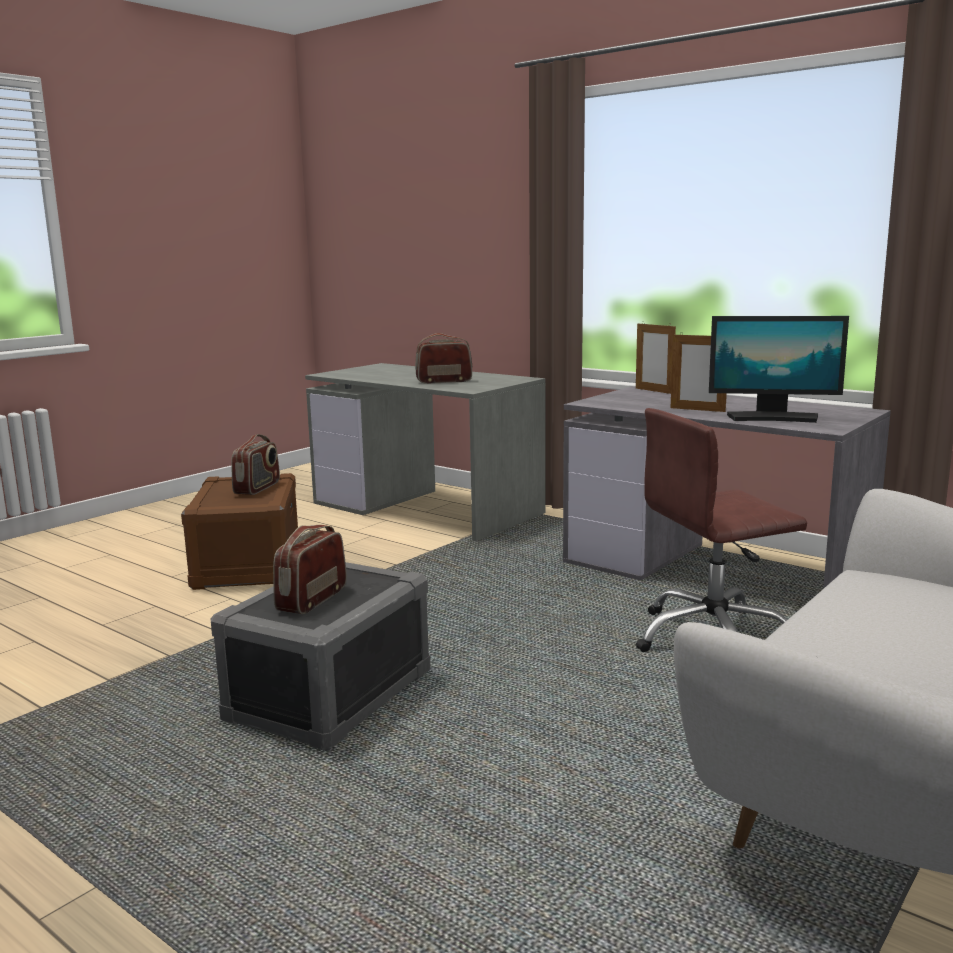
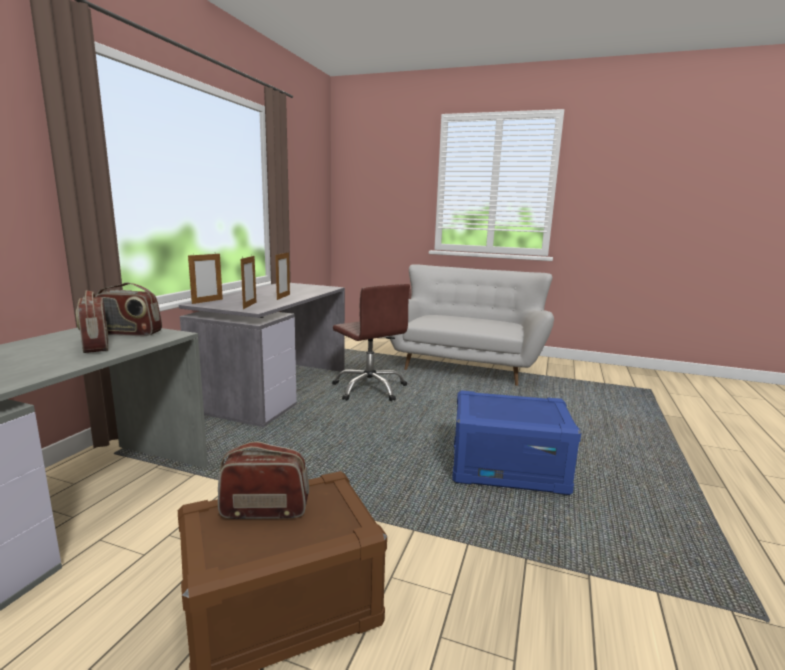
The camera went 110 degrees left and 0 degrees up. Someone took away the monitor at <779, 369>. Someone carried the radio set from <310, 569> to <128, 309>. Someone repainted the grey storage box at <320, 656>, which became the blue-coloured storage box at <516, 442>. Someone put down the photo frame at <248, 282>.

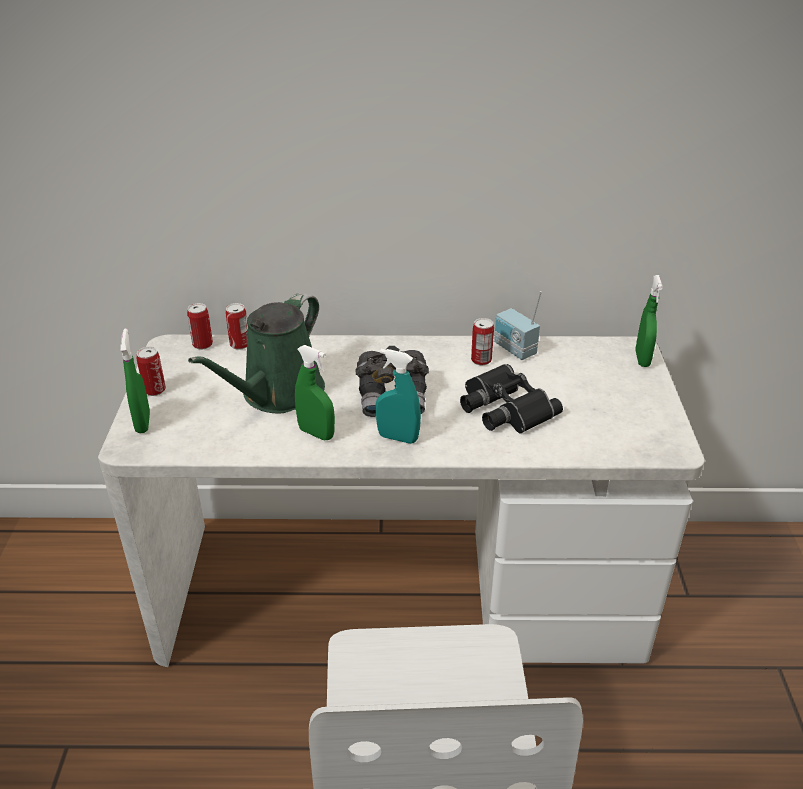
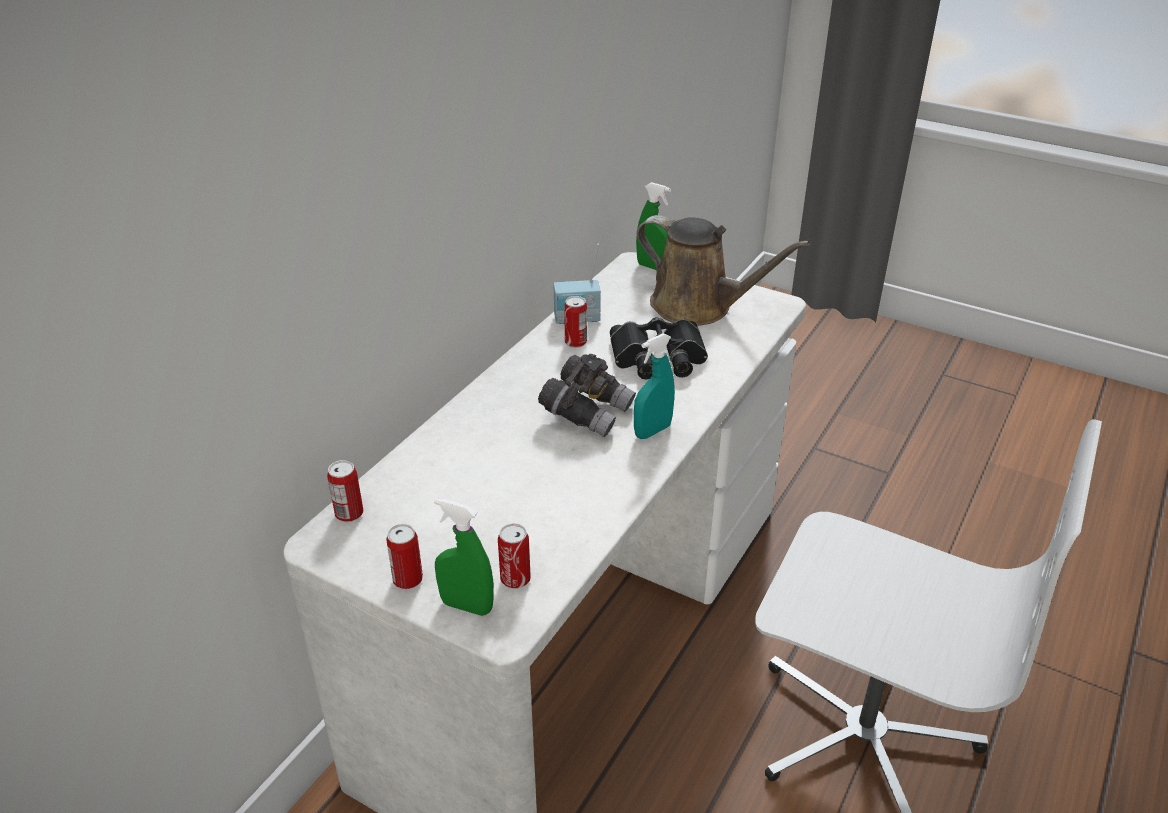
The camera went 60 degrees left and 0 degrees up. Someone took away the green watering pot at <256, 353>. Someone carried the sealed can from <237, 326> to <514, 556>. Someone took away the green sprayer at <315, 392>. Someone put down the brownish watering pot at <723, 270>.

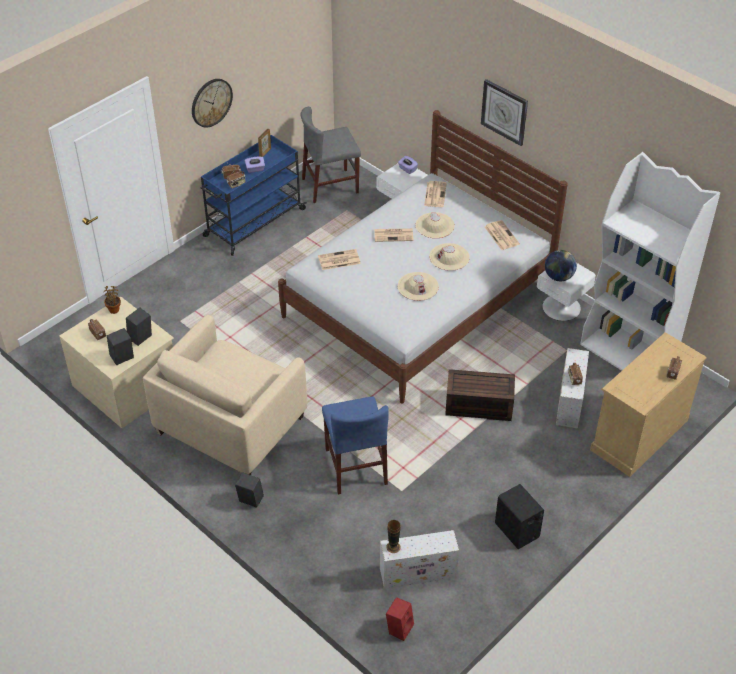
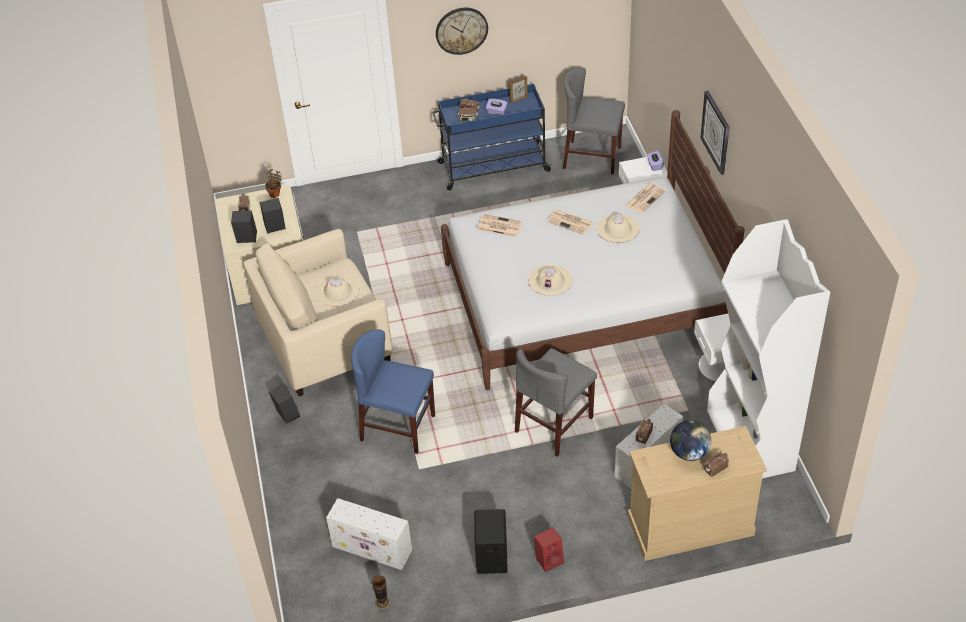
The camera went 35 degrees right and 0 degrees up. Someone took away the newspaper at <502, 235>. Someone carried the sand-coloured clothing hat from <449, 257> to <338, 290>. Someone carried the desk globe from <561, 265> to <690, 440>. Someone swapped the brownish storage box at <480, 395> for the grey chair at <556, 402>. Someone rotated the blue-coloured chair at <355, 445> by 90 degrees clockwise. Someone carried the vase from <393, 536> to <381, 592>. Someone carried the reddish audio speaker from <400, 619> to <549, 549>.

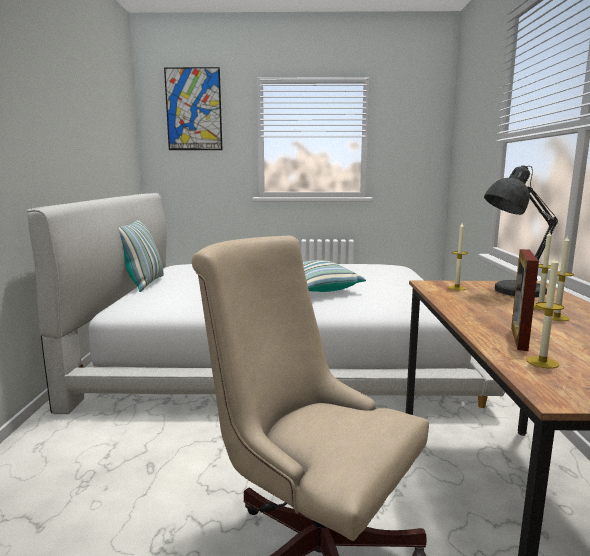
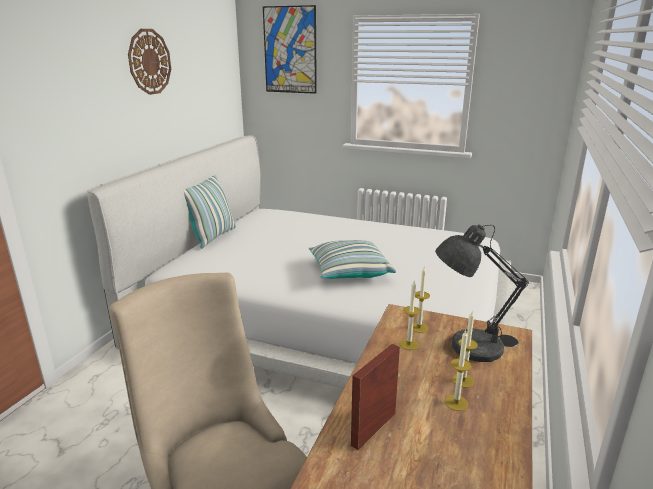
The camera went 20 degrees right and 10 degrees up. Someone carried the wax light from <545, 312> to <409, 315>. Someone put up the clock on the wall at <149, 62>.

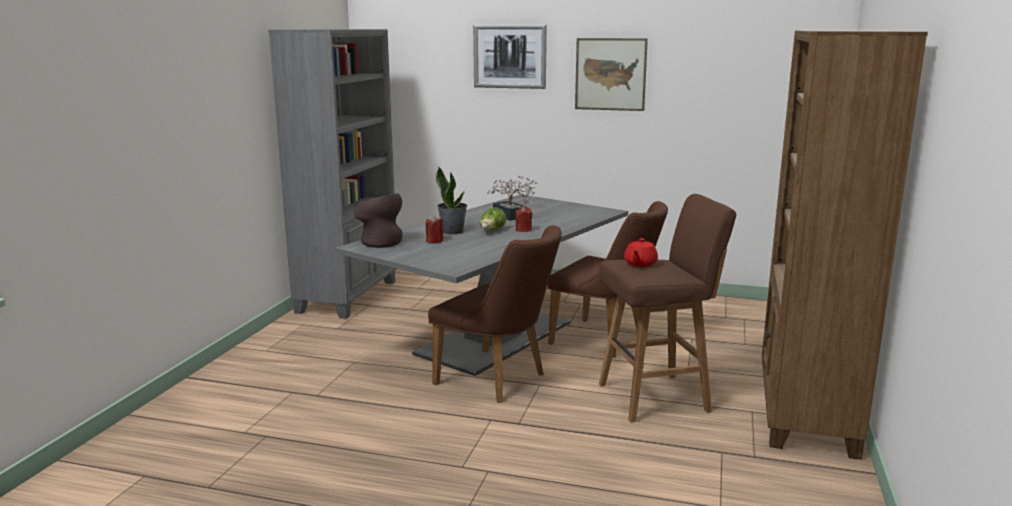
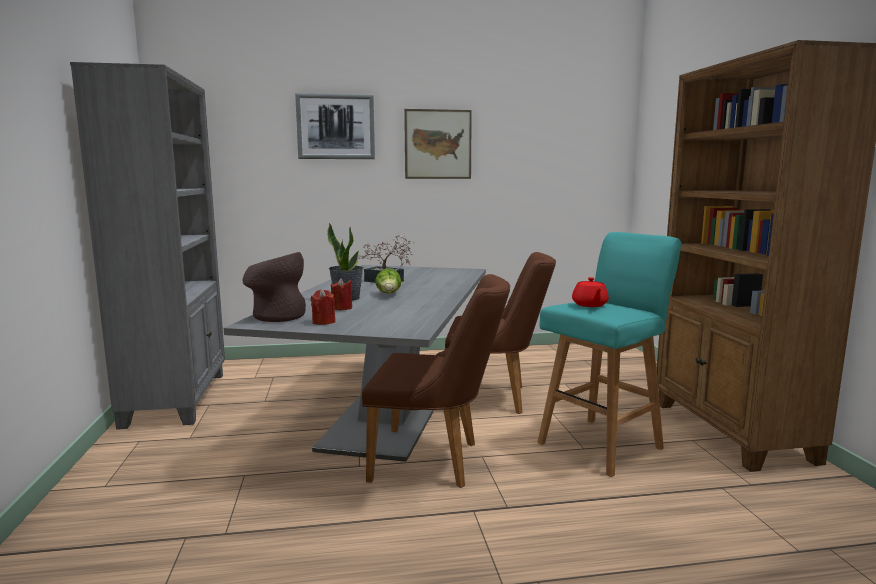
The camera went 25 degrees left and 5 degrees down. Someone repainted the brownish stool at <667, 308>, which became the blue-green stool at <609, 354>. Someone carried the reddish wax light from <523, 219> to <322, 307>.

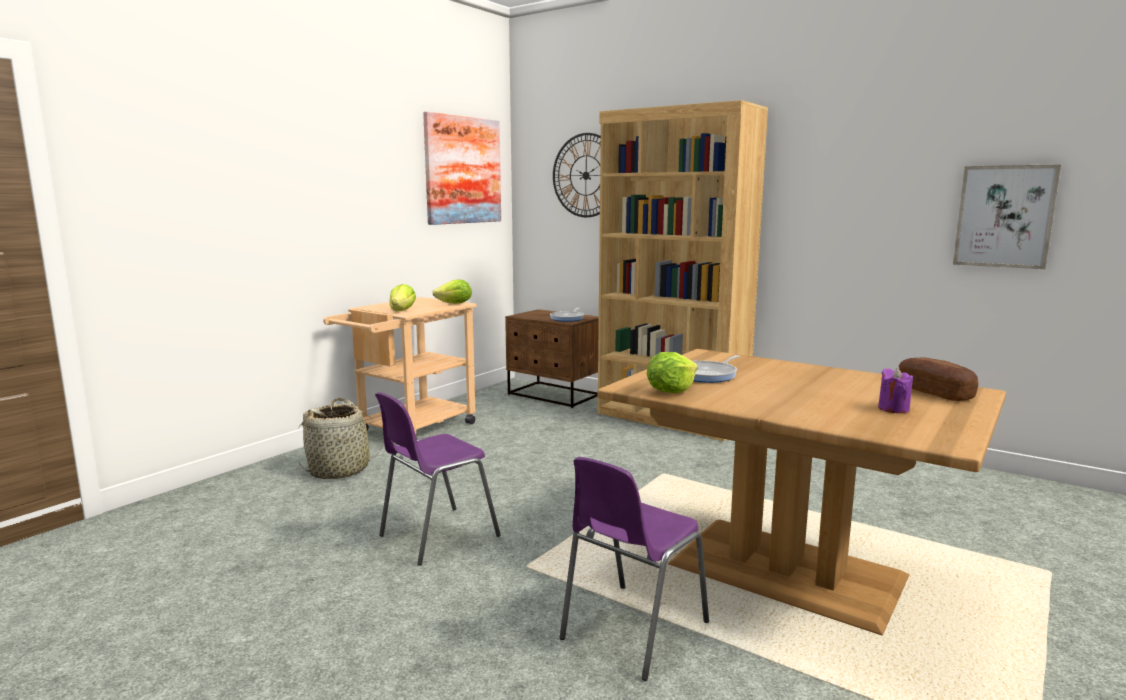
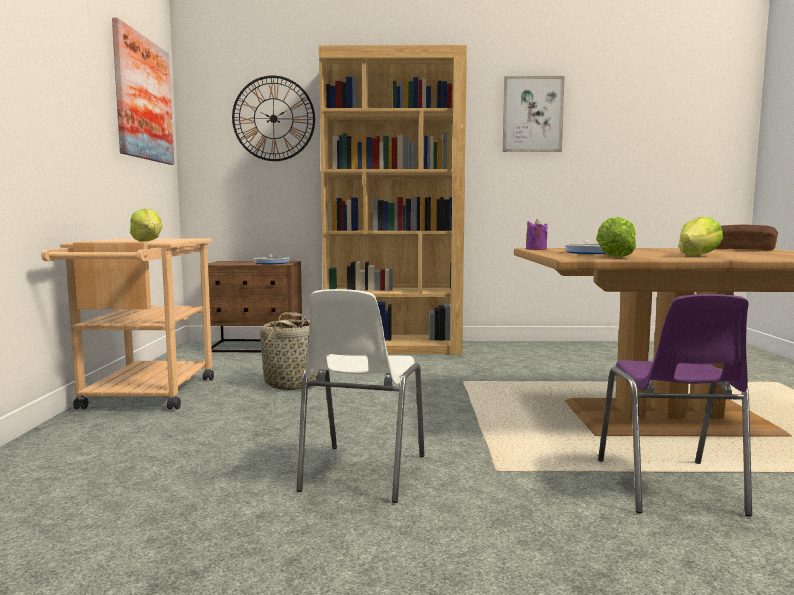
The camera went 35 degrees left and 5 degrees down. Someone carried the wall art from <1007, 216> to <534, 114>. Someone carried the head of lettuce from <452, 291> to <701, 236>. Someone carried the purplish wax light from <895, 390> to <537, 234>. Someone repainted the purplish chair at <438, 478>, which became the whitish chair at <360, 396>. Someone carried the household basket from <340, 438> to <289, 351>.

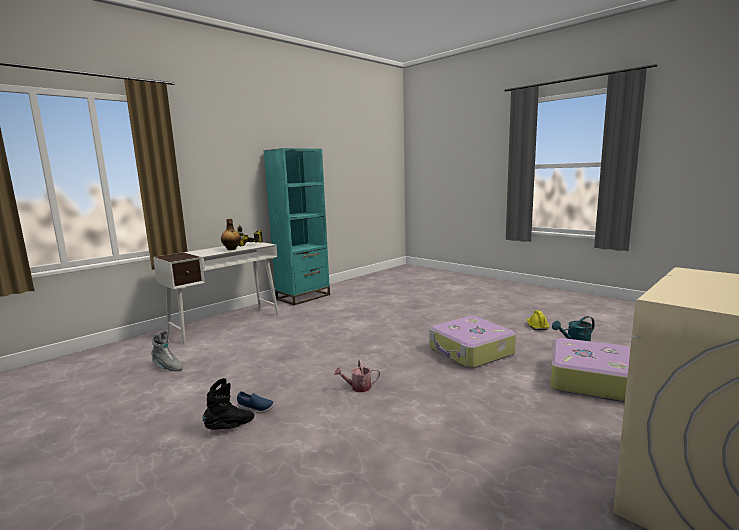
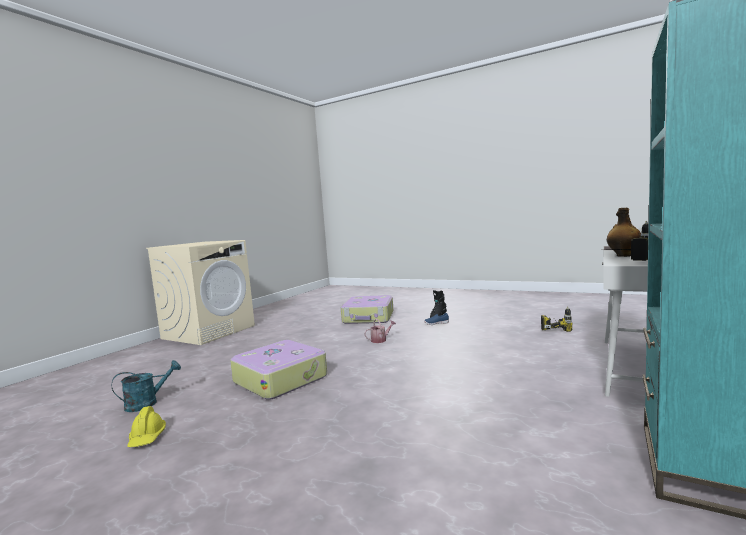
The camera went 165 degrees right and 5 degrees down. Someone swapped the grey tall boot at <167, 350> for the electric drill at <556, 319>. Someone carried the piece of luggage from <590, 370> to <367, 309>.

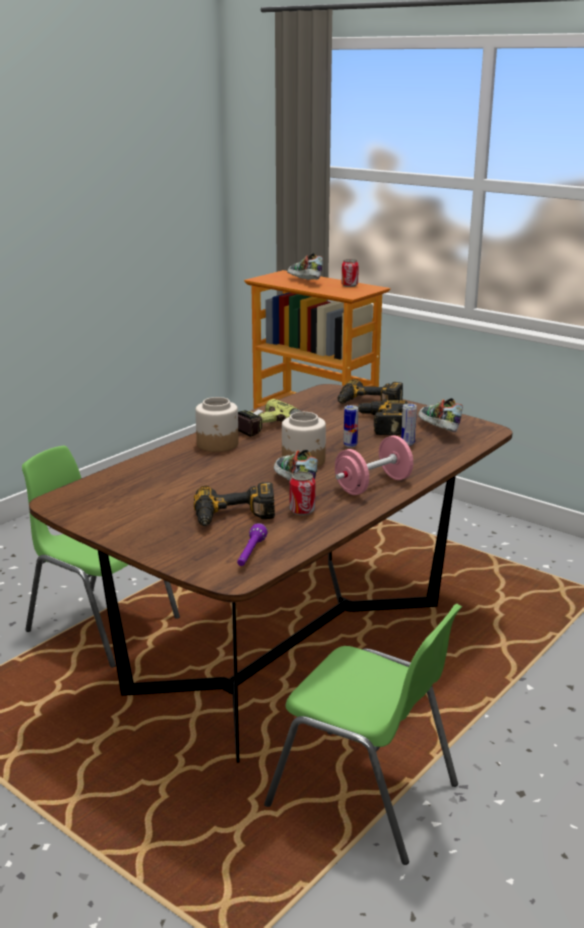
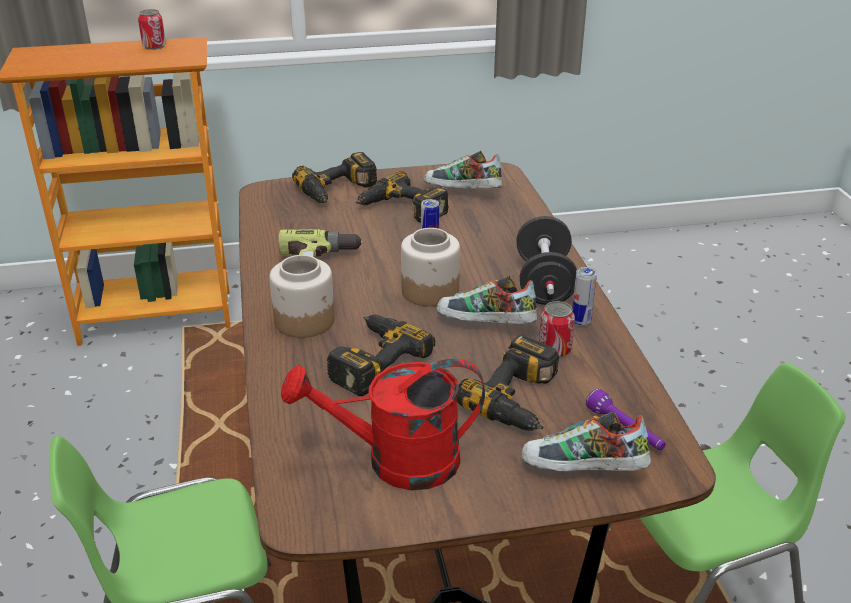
The camera went 50 degrees left and 10 degrees up. Someone carried the shoe from <305, 266> to <586, 442>. Someone carried the sealed can from <409, 424> to <584, 296>. Someone repainted the pinkish hand weight at <374, 465>, which became the blackish hand weight at <546, 260>. Someone put down the electric drill at <381, 355>. Someone put down the reddish watering pot at <383, 424>.

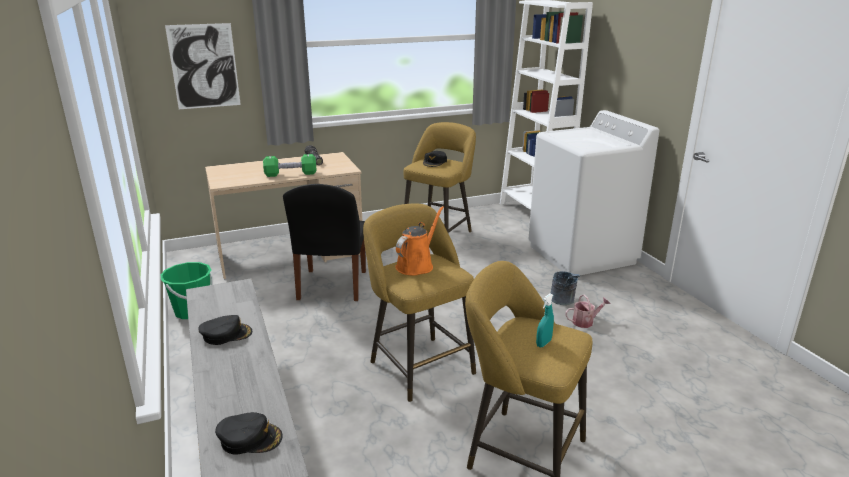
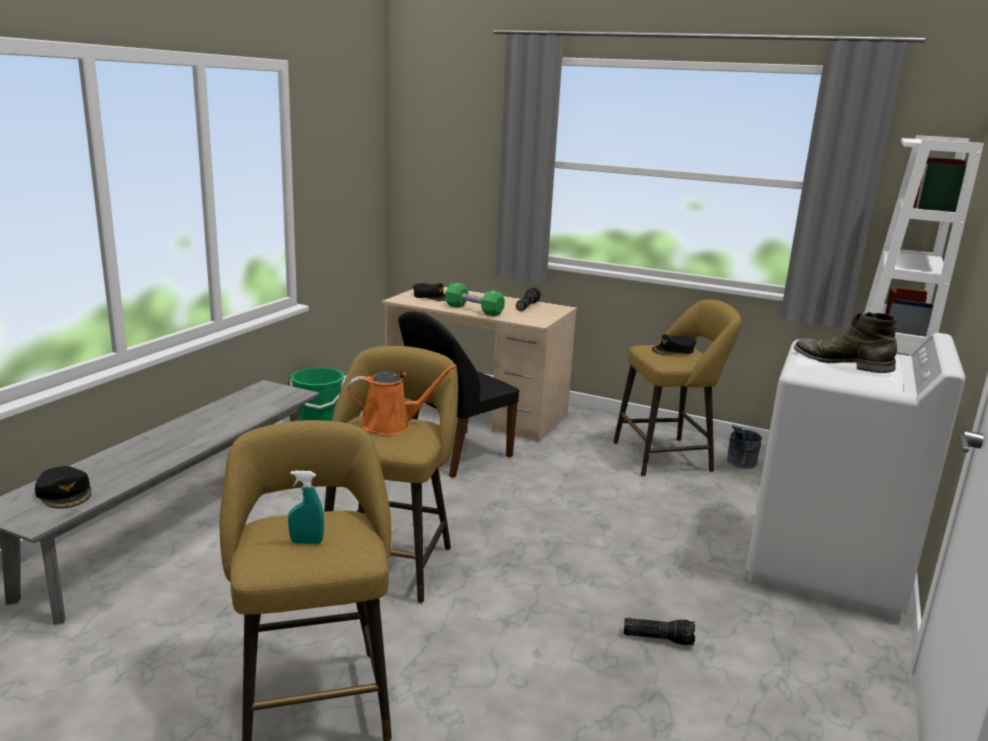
The camera went 45 degrees right and 5 degrees down. Someone took away the wall art at <203, 66>. Someone carried the grey water bucket from <565, 288> to <744, 446>. Someone swapped the watering pot at <588, 311> for the torch at <659, 632>. Someone carried the blackish peaked cap from <225, 330> to <429, 292>. Someone put down the green tall boot at <845, 342>.

